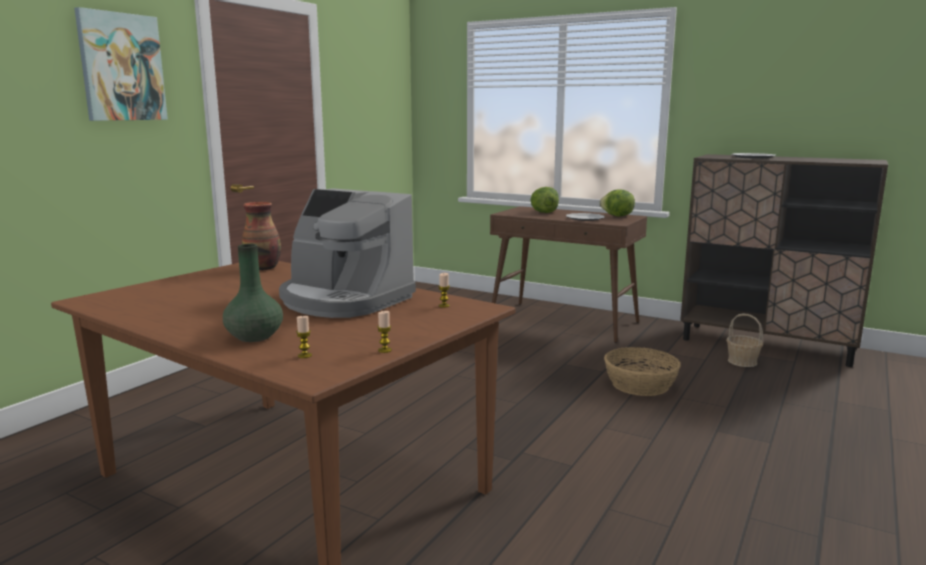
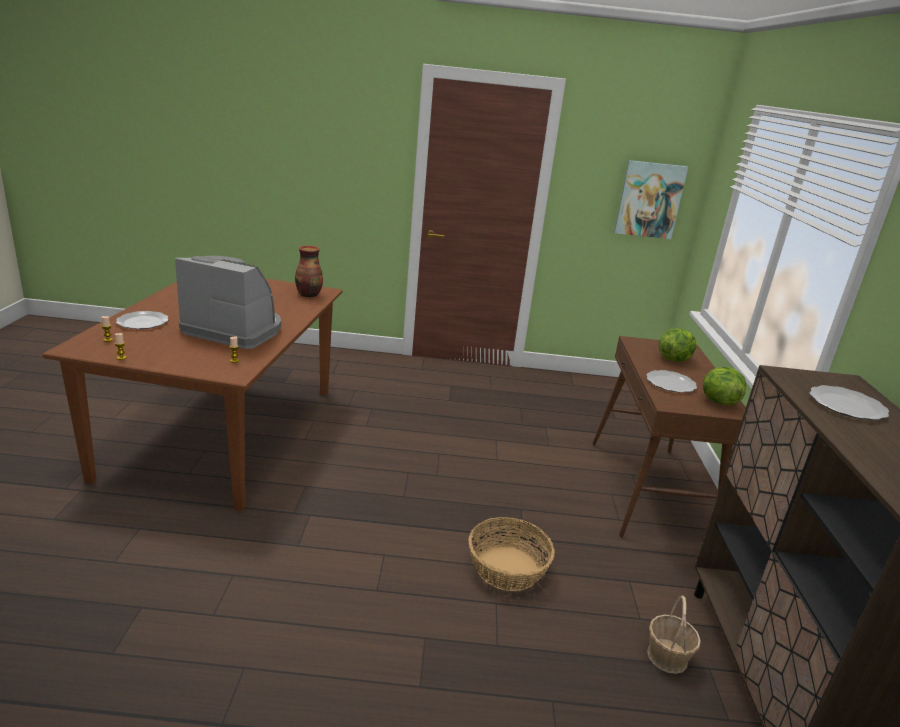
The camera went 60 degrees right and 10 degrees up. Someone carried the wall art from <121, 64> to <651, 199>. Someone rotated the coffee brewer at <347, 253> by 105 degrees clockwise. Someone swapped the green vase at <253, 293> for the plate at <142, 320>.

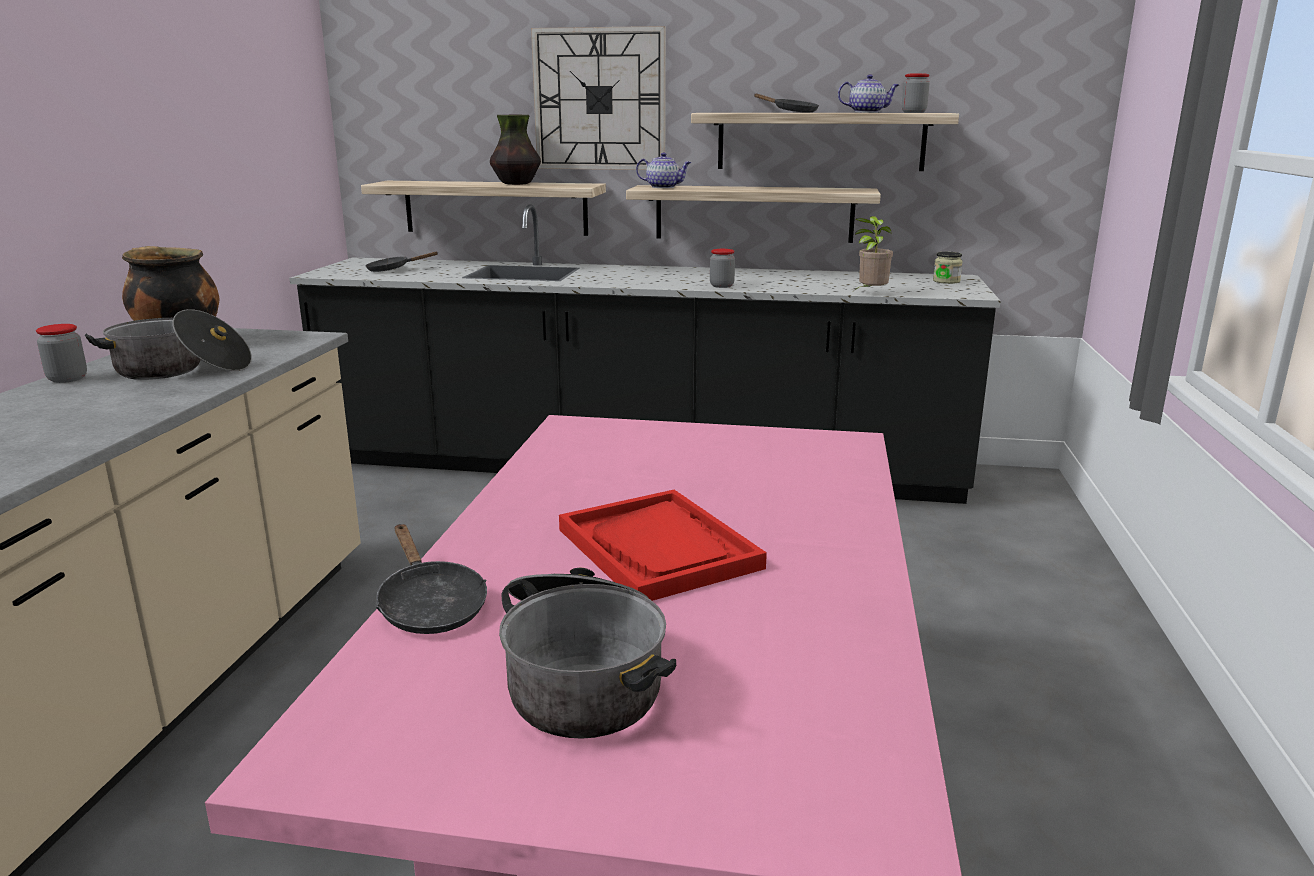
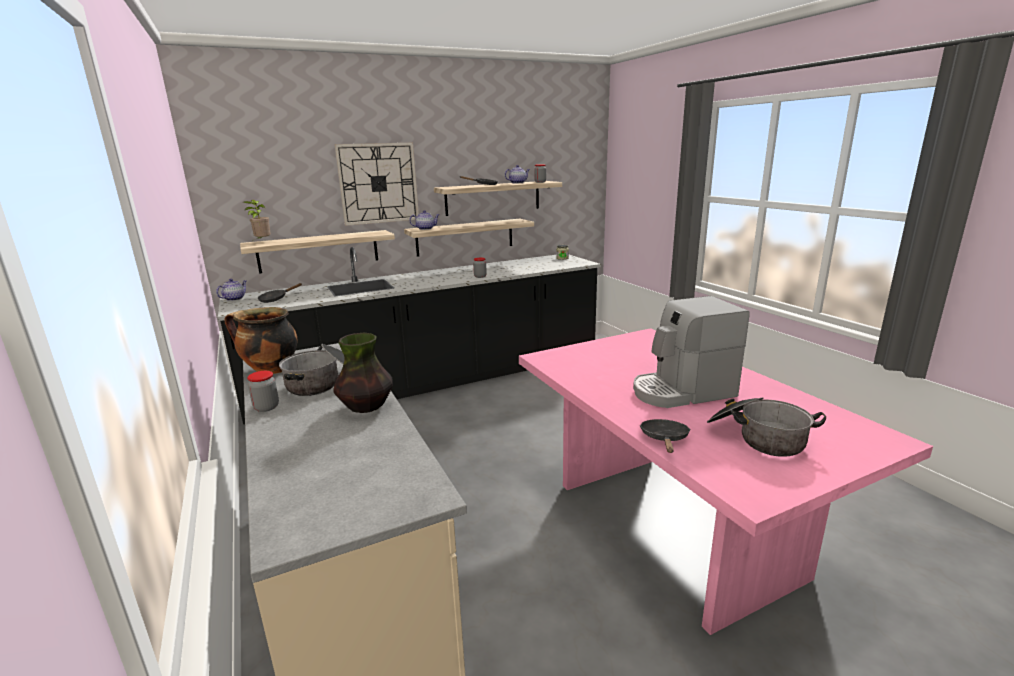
The camera went 35 degrees left and 0 degrees up. Someone carried the vase from <515, 150> to <363, 373>. Someone carried the plant in a pot from <874, 253> to <257, 219>. Someone swapped the reddish tray at <663, 545> for the coffee brewer at <691, 352>. Someone rotated the blackish frying pan at <431, 579> by 105 degrees counterclockwise. Someone put down the teapot at <231, 290>.

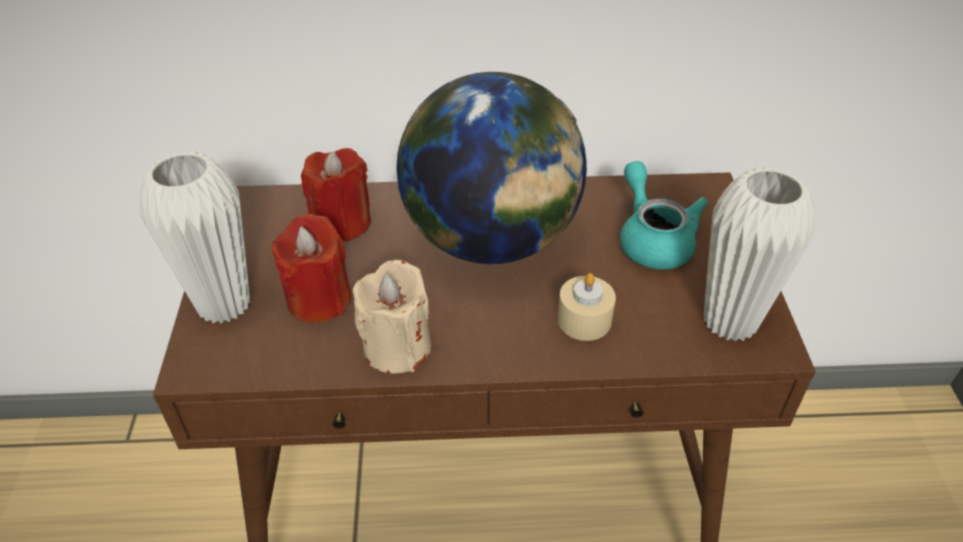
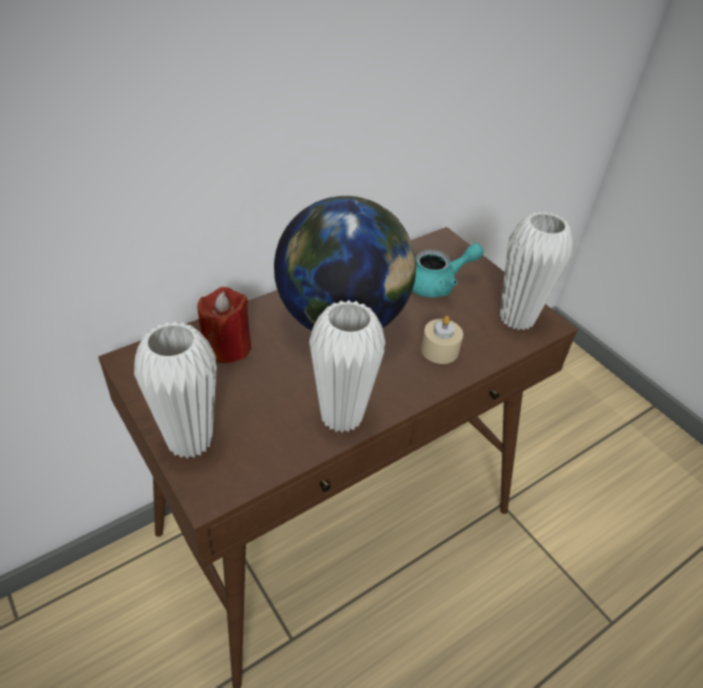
The camera went 35 degrees left and 0 degrees up. Someone rotated the blue-green teapot at <664, 215> by 120 degrees clockwise. Someone took away the reddish wax light at <311, 268>. Someone swapped the sand-coloured wax light at <392, 316> for the whitish vase at <347, 366>.

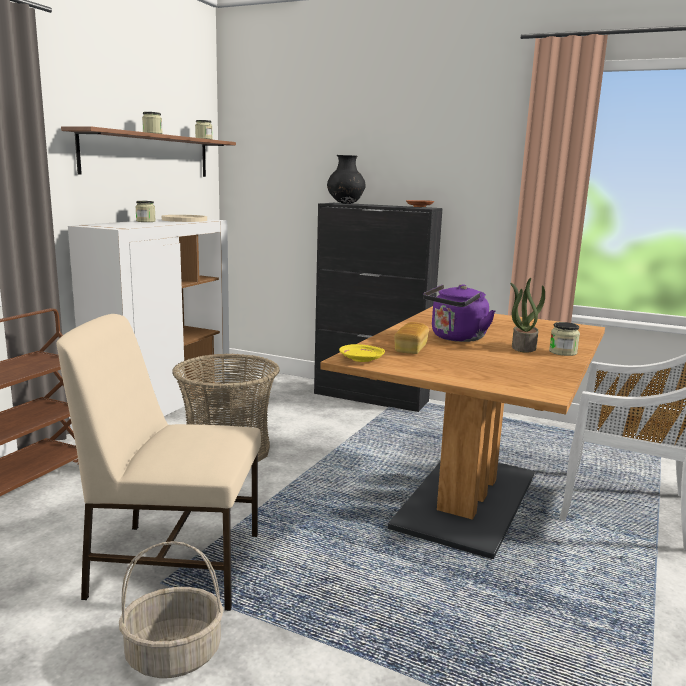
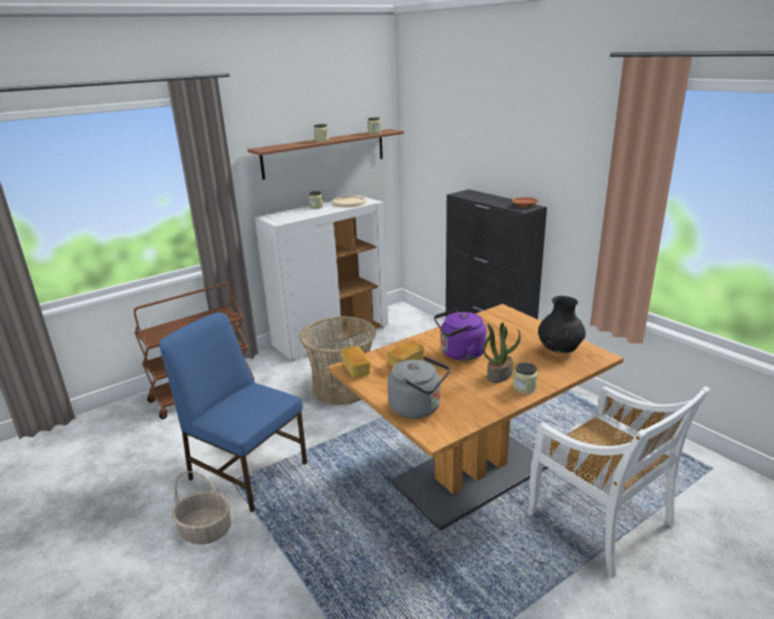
The camera went 30 degrees right and 10 degrees up. Someone carried the blackish vase from <346, 179> to <562, 324>. Someone repainted the sand-coloured chair at <159, 462>, which became the blue-coloured chair at <233, 412>. Someone swapped the yellow plate at <362, 353> for the bakery bread at <356, 362>. Someone put down the grey kettle at <419, 387>.

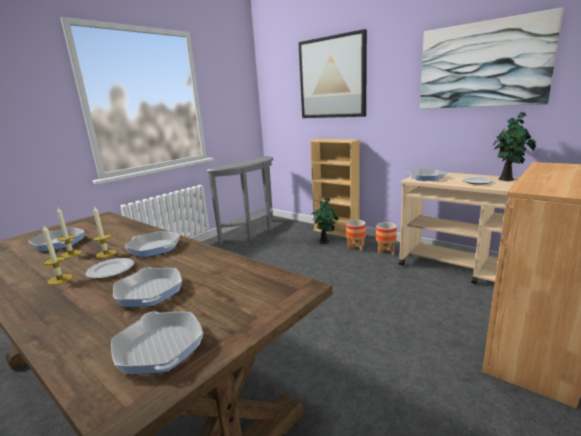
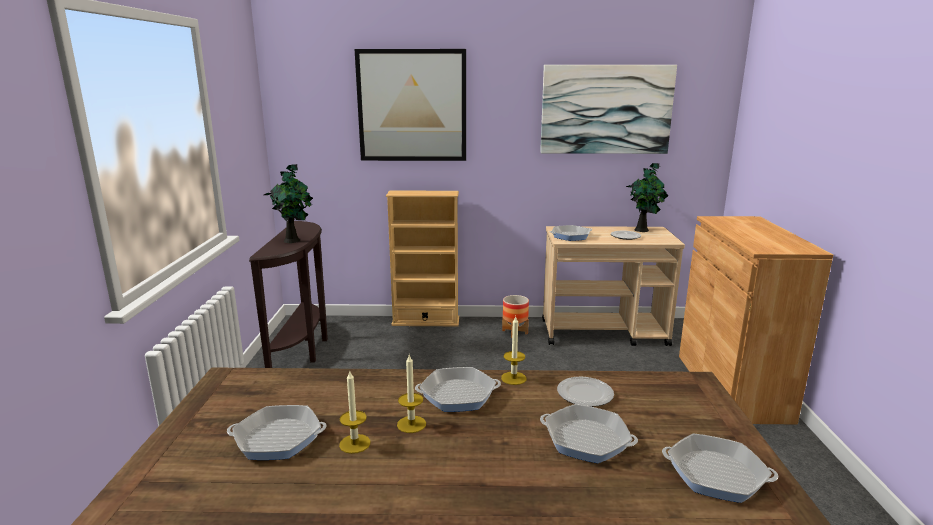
The camera went 40 degrees left and 0 degrees up. Someone repainted the grey hall table at <240, 199>, which became the brownish hall table at <288, 294>. Someone carried the plant in a pot from <325, 221> to <288, 203>. Someone took away the plant pot at <356, 235>. Someone carried the wax light from <57, 254> to <513, 351>. Someone carried the plate from <110, 268> to <585, 392>.

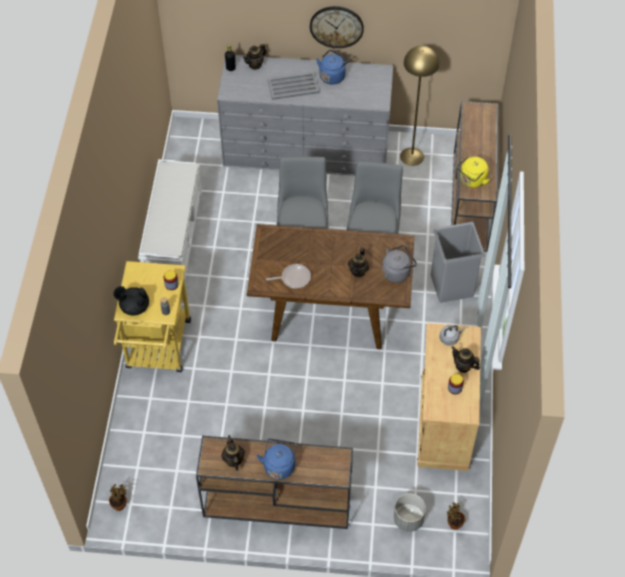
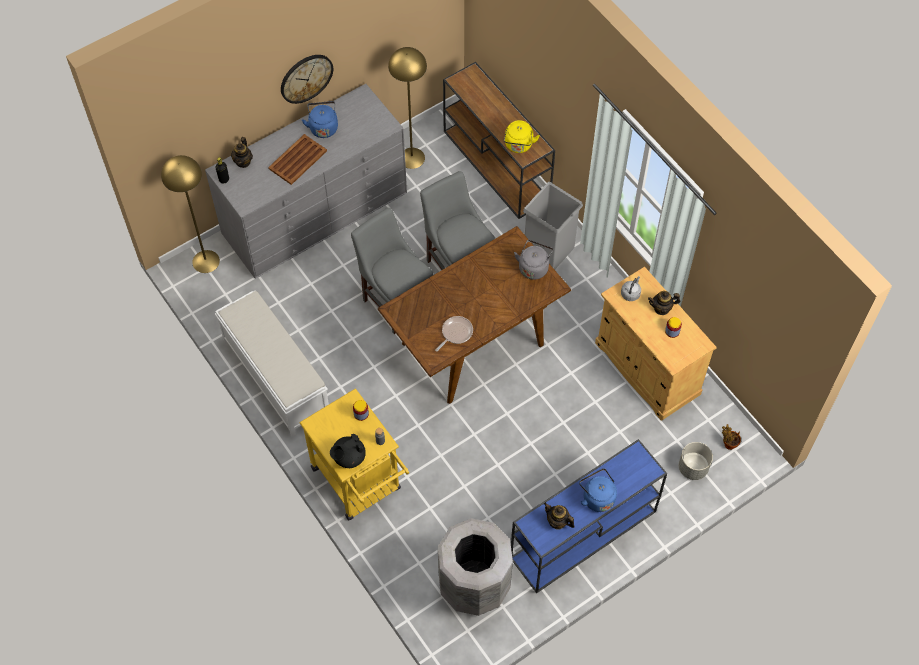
The camera went 40 degrees left and 5 degrees up. Someone repainted the grey tray at <293, 86>, which became the brownish tray at <297, 159>. Someone took away the teapot at <358, 262>. Someone repainted the brownish hall table at <274, 482>, which became the blue-coloured hall table at <589, 516>. Someone took away the plant in a pot at <118, 497>. Someone put down the yellow standard lamp at <190, 214>. Someone put down the grey trash can at <475, 567>.

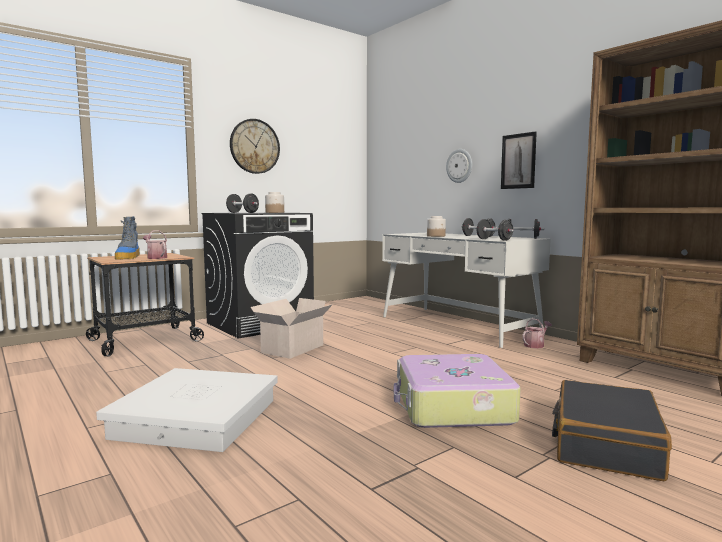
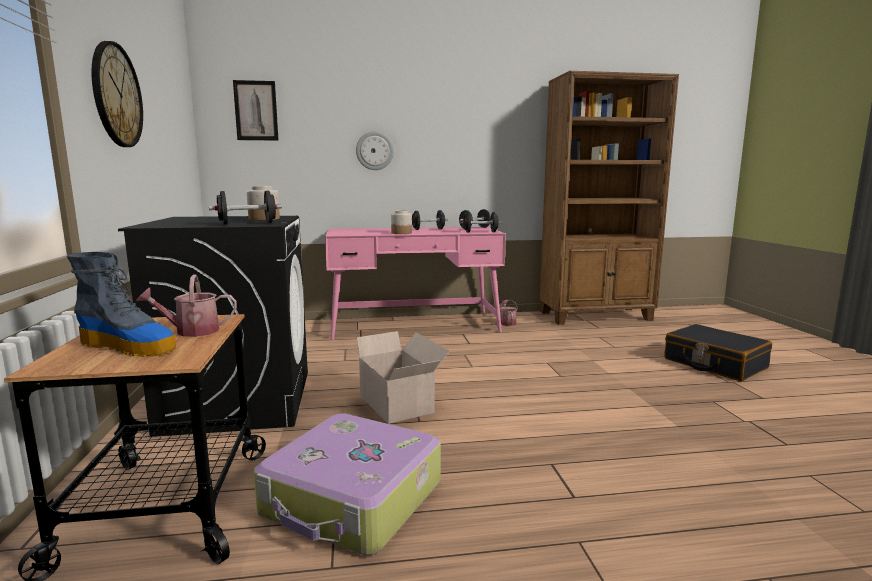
The camera went 60 degrees left and 5 degrees up. Someone carried the wall art from <519, 160> to <256, 110>. Someone repainted the whitish desk unit at <466, 290>, which became the pinkish desk unit at <415, 283>. Someone carried the piece of luggage from <457, 391> to <347, 484>. Someone took away the whitish storage box at <187, 410>.

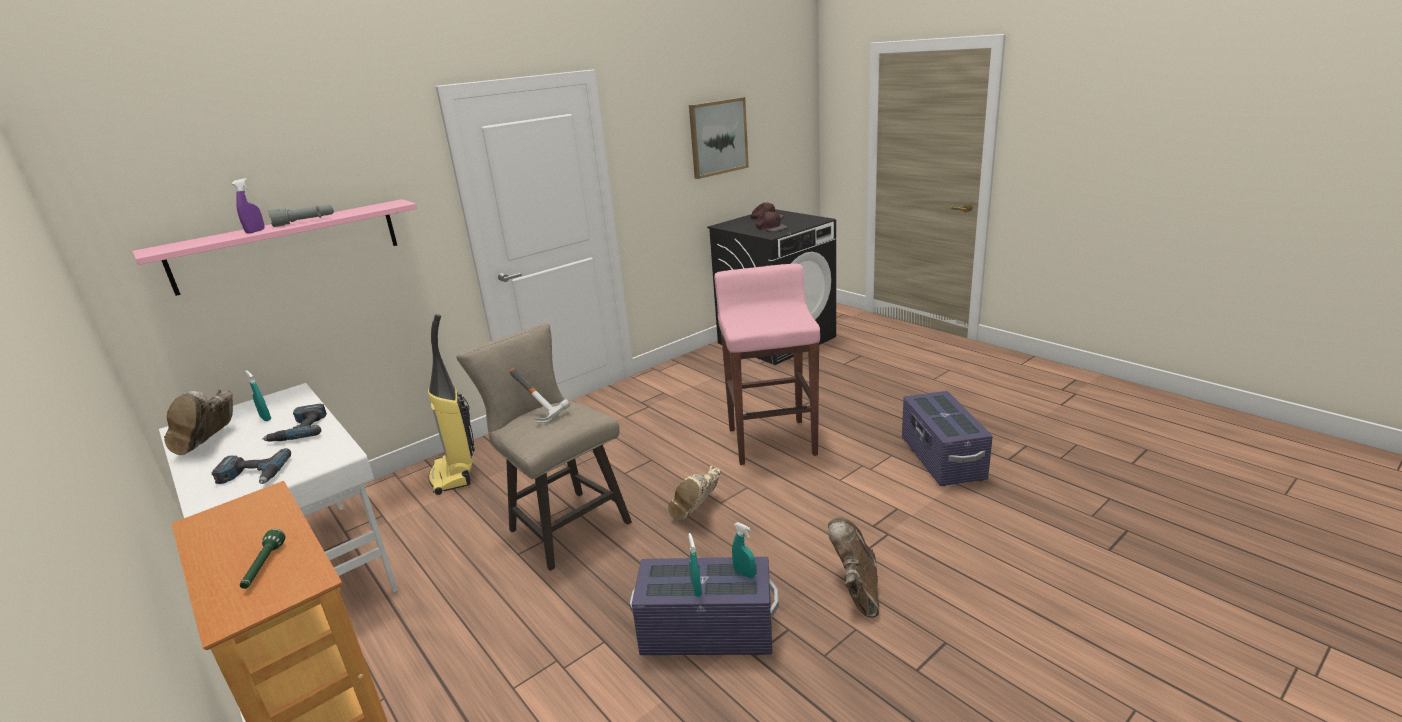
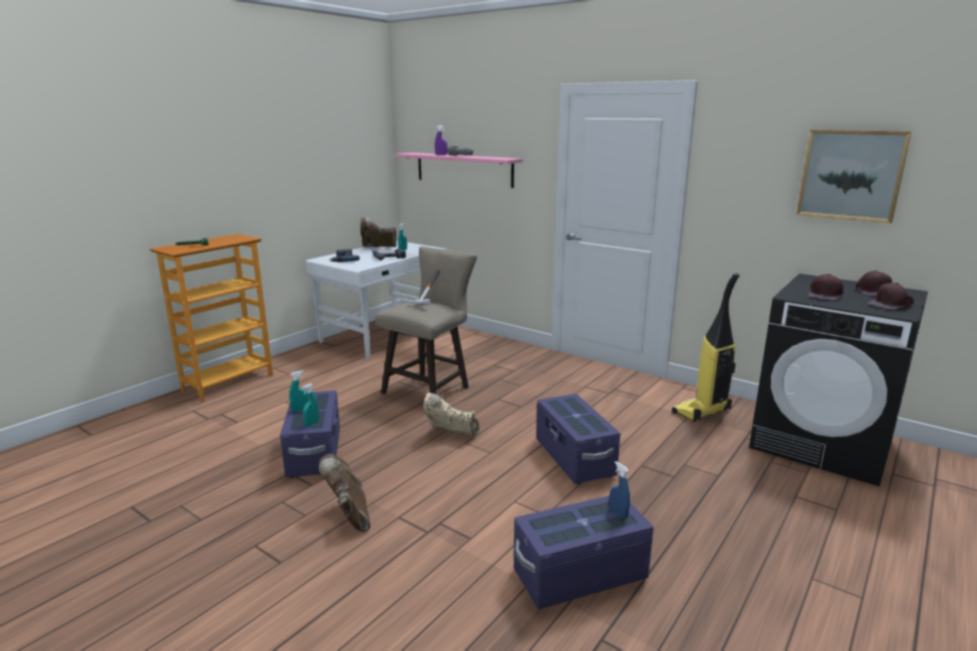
The camera went 75 degrees right and 5 degrees down. Someone swapped the pinkish stool at <767, 364> for the purplish storage box at <578, 439>. Someone carried the hoover from <451, 404> to <706, 347>. Someone rotated the brownish tall boot at <853, 567> by 105 degrees counterclockwise. Someone put down the brownish peaked cap at <890, 296>. Someone put down the blue-coloured sprayer at <619, 490>.

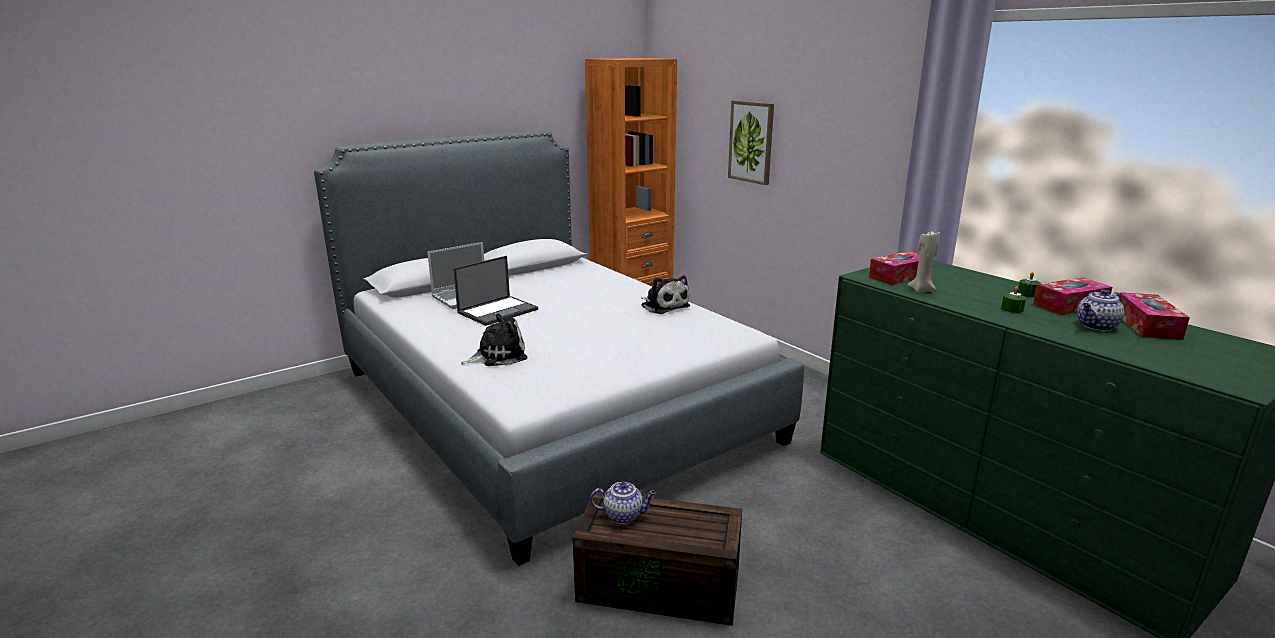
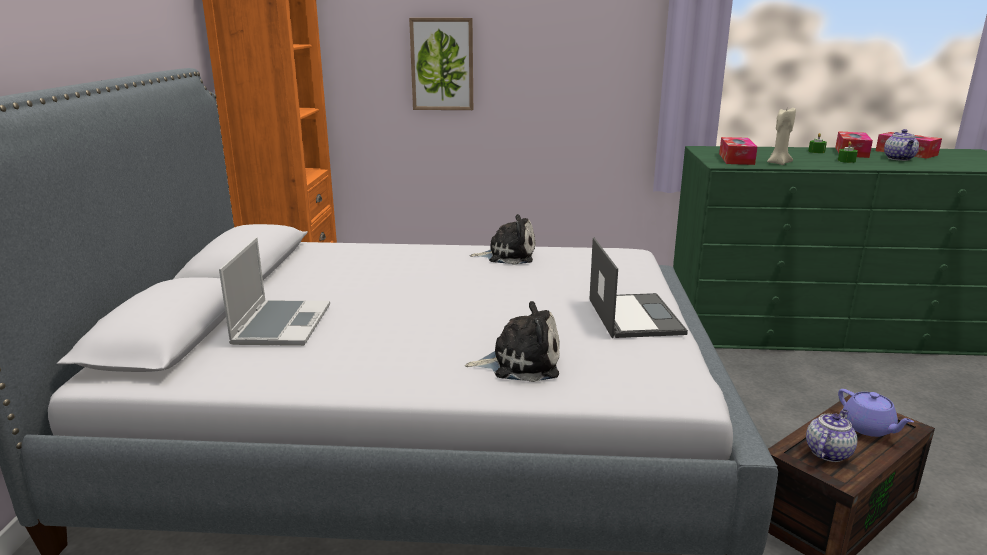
The camera went 50 degrees left and 0 degrees up. Someone carried the laptop from <495, 291> to <638, 288>. Someone rotated the soft toy at <494, 340> by 75 degrees clockwise. Someone put down the purplish teapot at <876, 413>.

